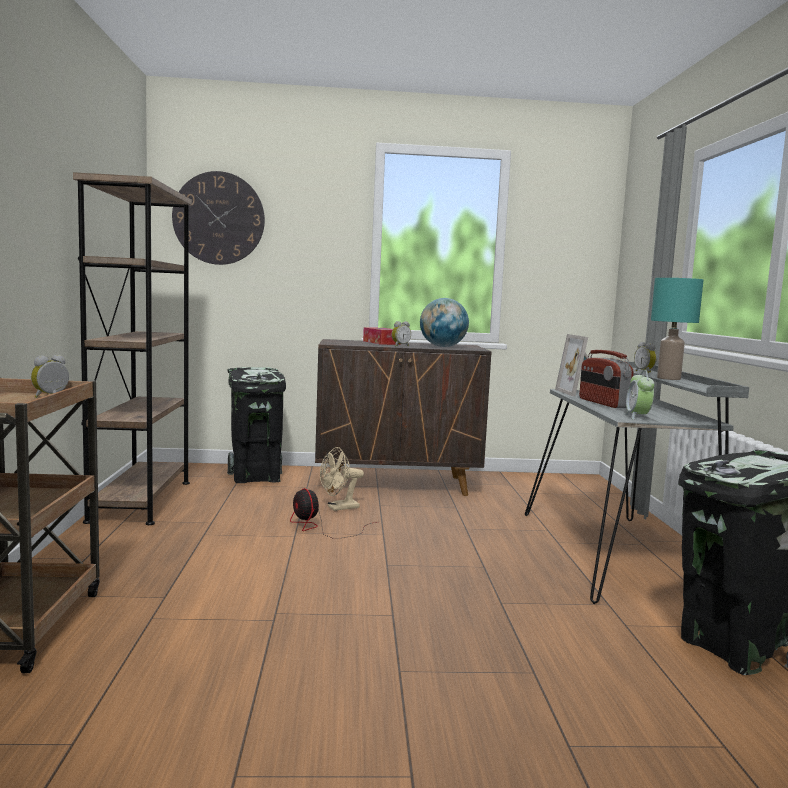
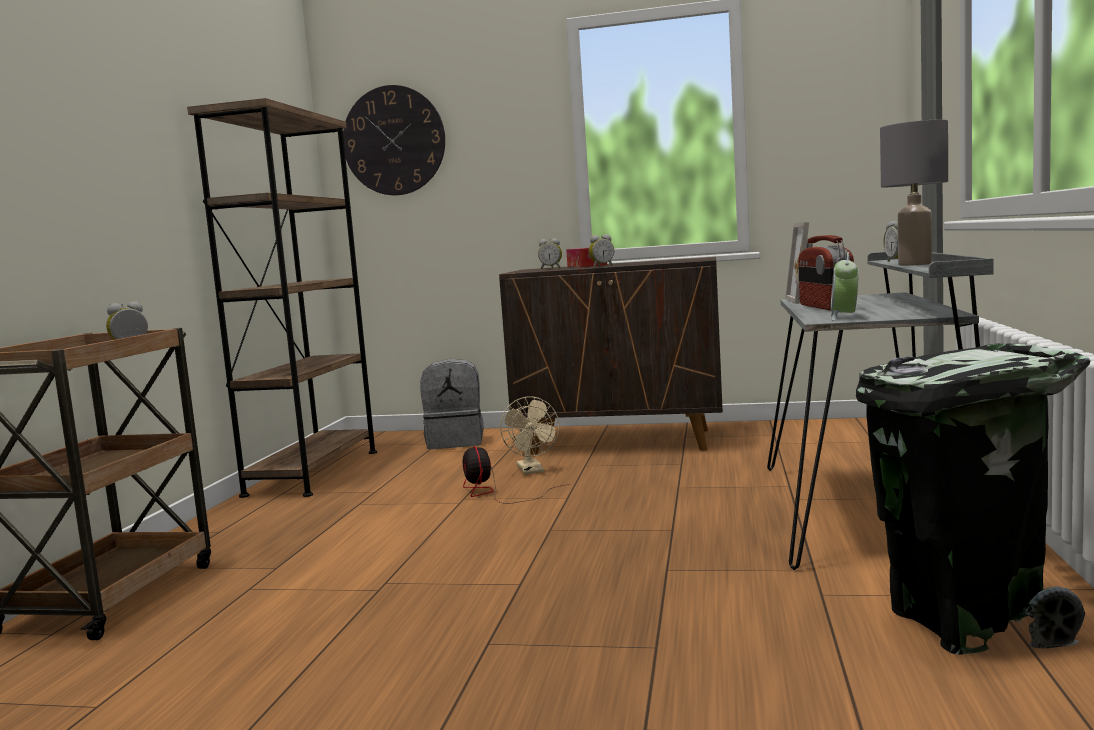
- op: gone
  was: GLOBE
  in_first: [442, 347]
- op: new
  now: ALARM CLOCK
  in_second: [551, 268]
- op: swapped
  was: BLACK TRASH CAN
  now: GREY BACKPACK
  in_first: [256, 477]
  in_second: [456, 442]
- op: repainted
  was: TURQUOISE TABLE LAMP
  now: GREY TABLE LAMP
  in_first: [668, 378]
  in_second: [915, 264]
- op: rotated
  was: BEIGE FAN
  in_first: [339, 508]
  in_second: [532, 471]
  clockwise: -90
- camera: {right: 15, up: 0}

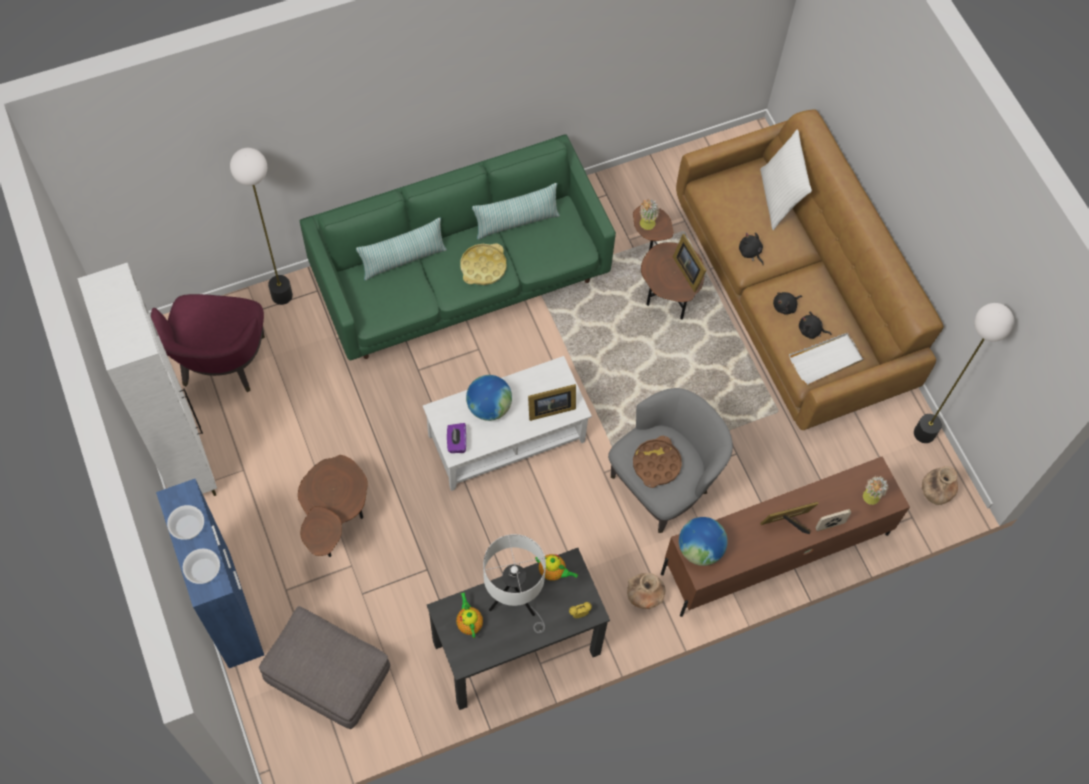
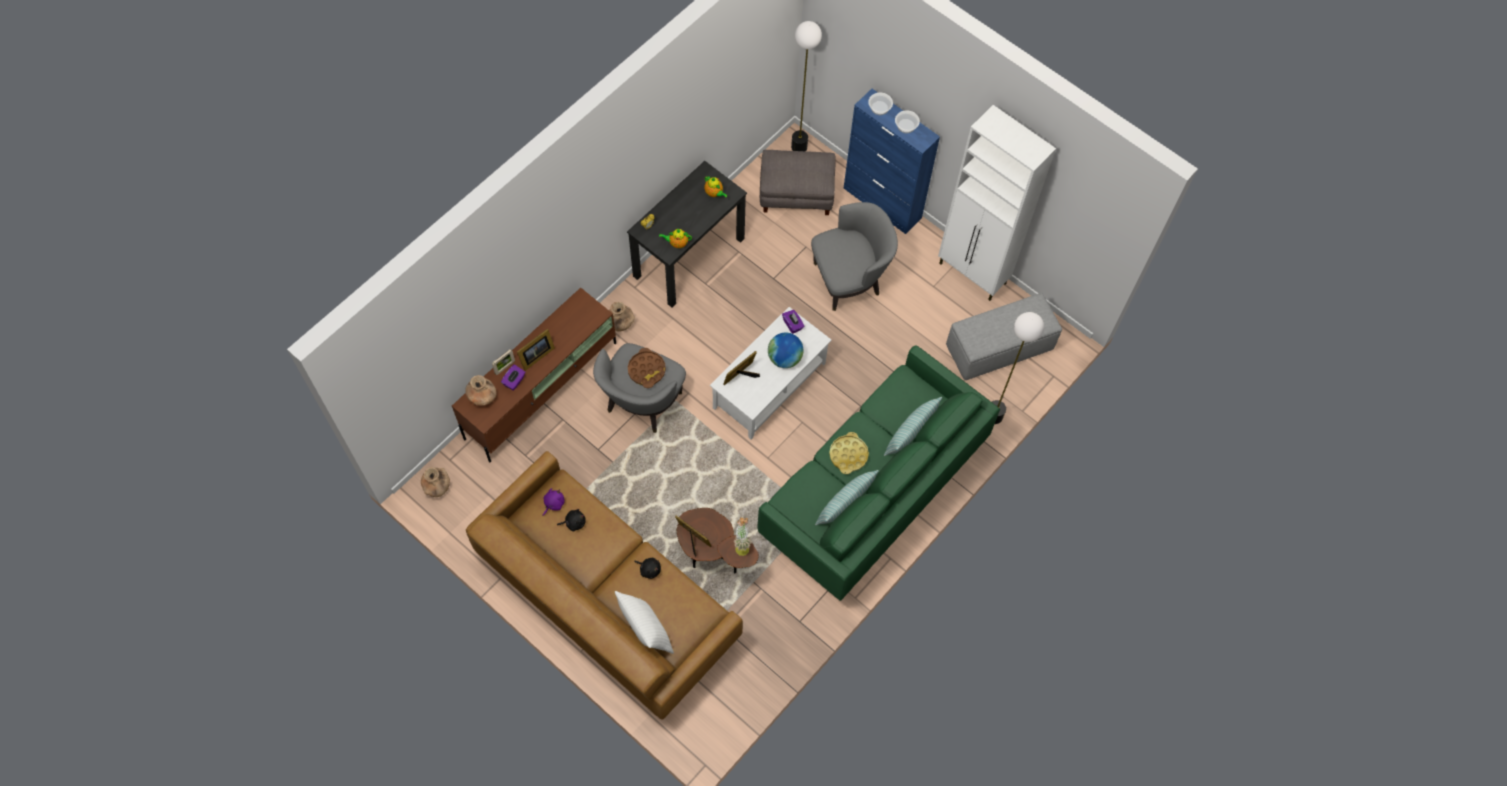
- op: gone
  was: WHITE TABLE LAMP
  in_first: [515, 602]
- op: gone
  was: GLOBE
  in_first: [700, 549]
- op: gone
  was: BLACK PLUSH TOY
  in_first: [785, 306]
- op: new
  now: PURPLE TISSUE BOX
  in_second: [514, 381]
- op: shifted
  was: FLOOR LAMP
  in_first: [924, 433]
  in_second: [798, 147]
- op: swapped
  was: PURPLE ARMCHAIR
  now: GREY OTTOMAN
  in_first: [221, 363]
  in_second: [999, 348]
- op: swapped
  was: BROWN SIDE TABLE
  now: GREY ARMCHAIR
  in_first: [336, 524]
  in_second: [849, 279]
- op: swapped
  was: WHITE TRAY
  now: PURPLE PLUSH TOY
  in_first: [826, 360]
  in_second: [553, 503]
- op: swapped
  was: POTTED PLANT
  now: BROWN VASE
  in_first: [869, 500]
  in_second: [483, 397]
- camera: {right: 155, up: 0}

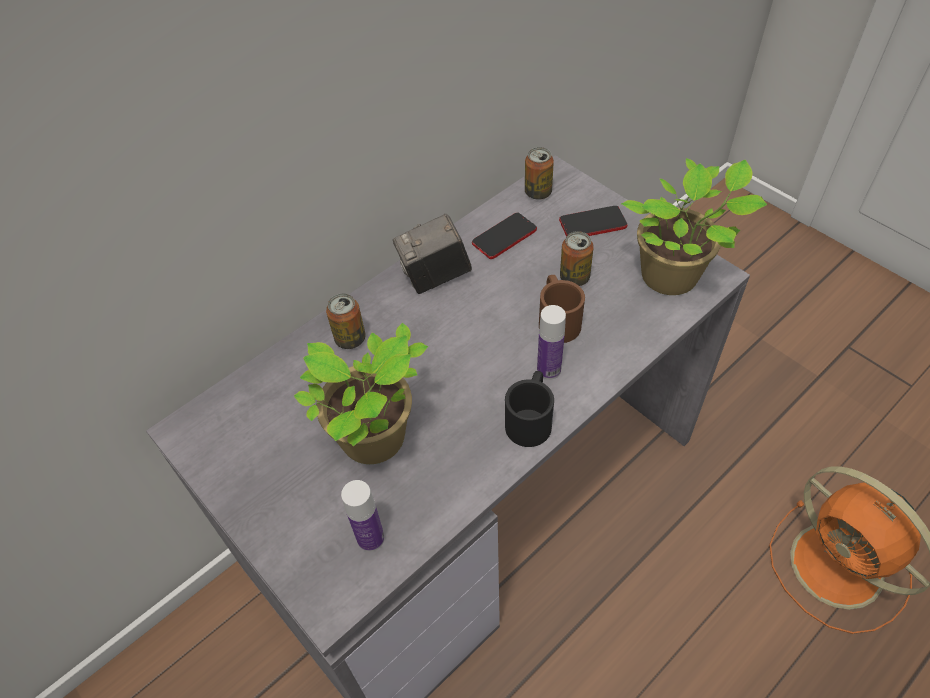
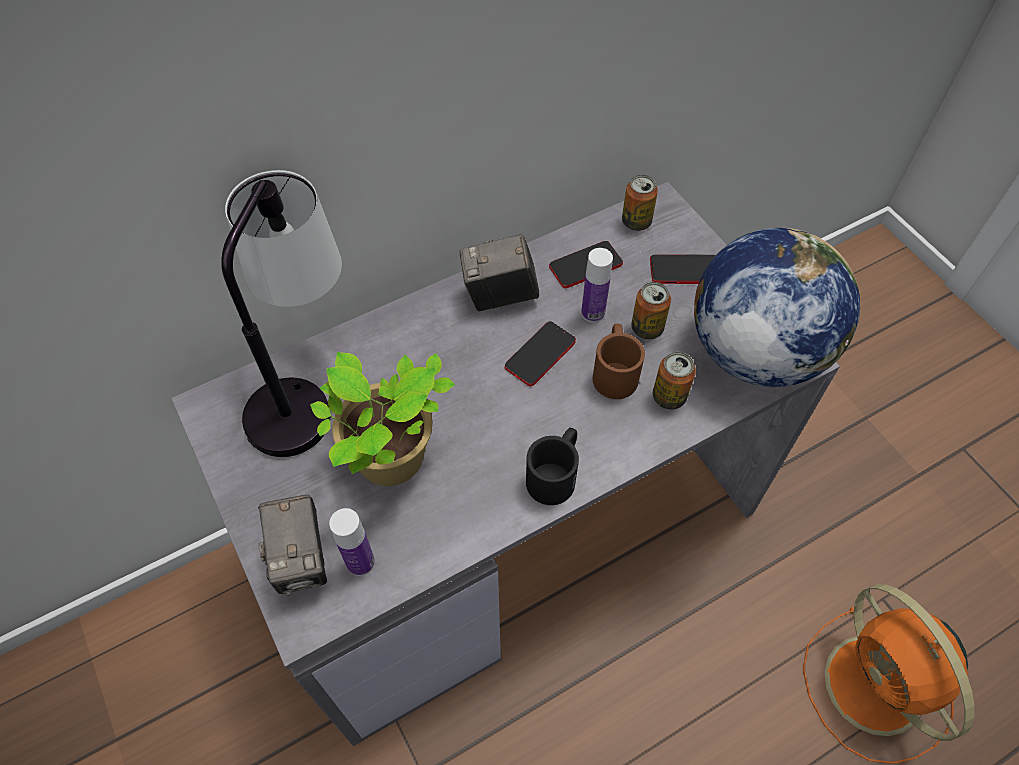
- op: new
  now: TABLE LAMP
  in_second: [303, 385]
- op: new
  now: PHOTO CAMERA
  in_second: [302, 560]
- op: new
  now: PHONE
  in_second: [540, 354]
- op: shifted
  was: CAN
  in_first: [350, 339]
  in_second: [669, 397]
- op: shifted
  was: BOTTLE
  in_first: [549, 369]
  in_second: [593, 313]
- op: swapped
  was: POTTED PLANT
  now: GLOBE
  in_first: [674, 277]
  in_second: [754, 351]
- camera: {right: 10, up: 5}

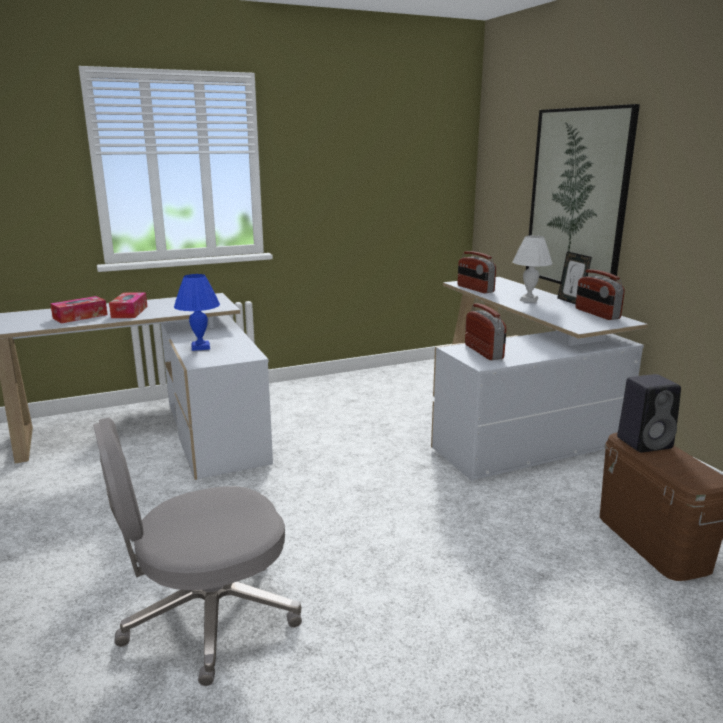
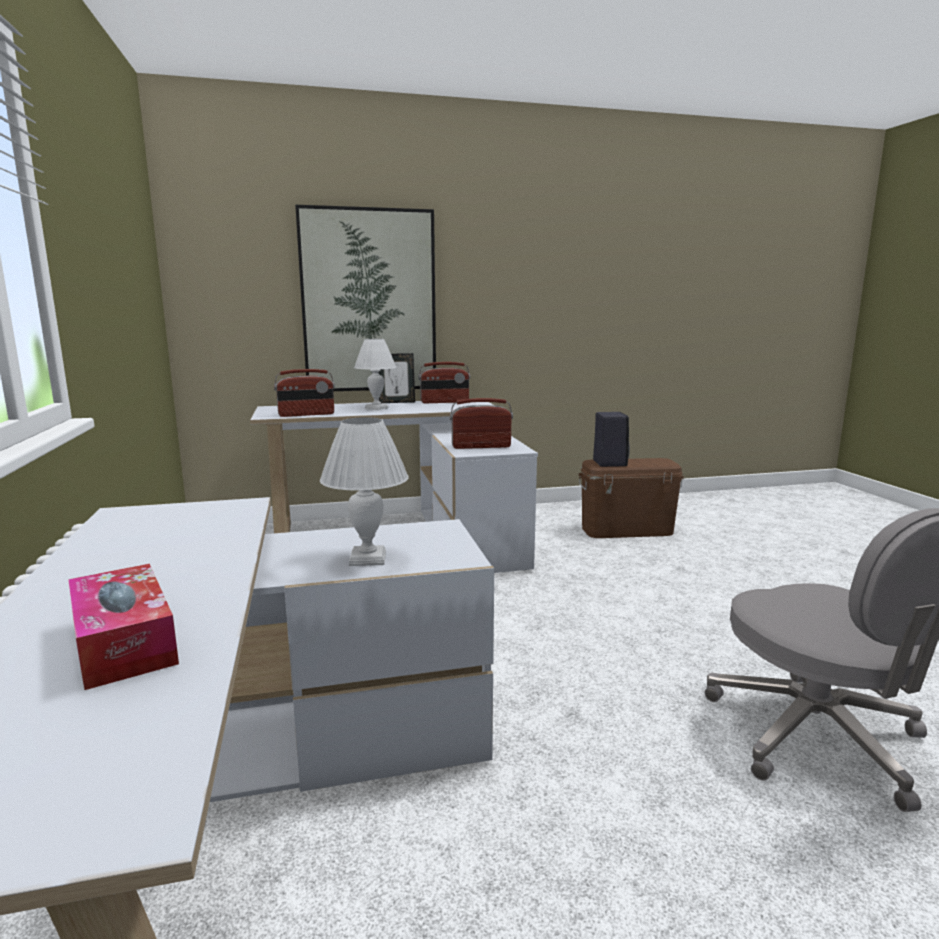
- op: gone
  was: TISSUE BOX
  in_first: [129, 312]
- op: repainted
  was: BLUE TABLE LAMP
  now: WHITE TABLE LAMP
  in_first: [200, 347]
  in_second: [368, 559]
- camera: {right: -80, up: -5}

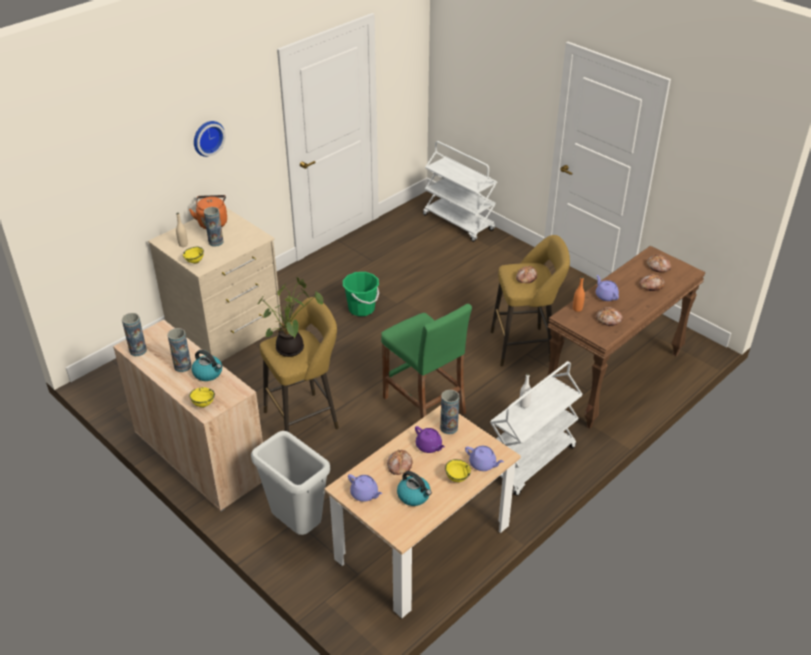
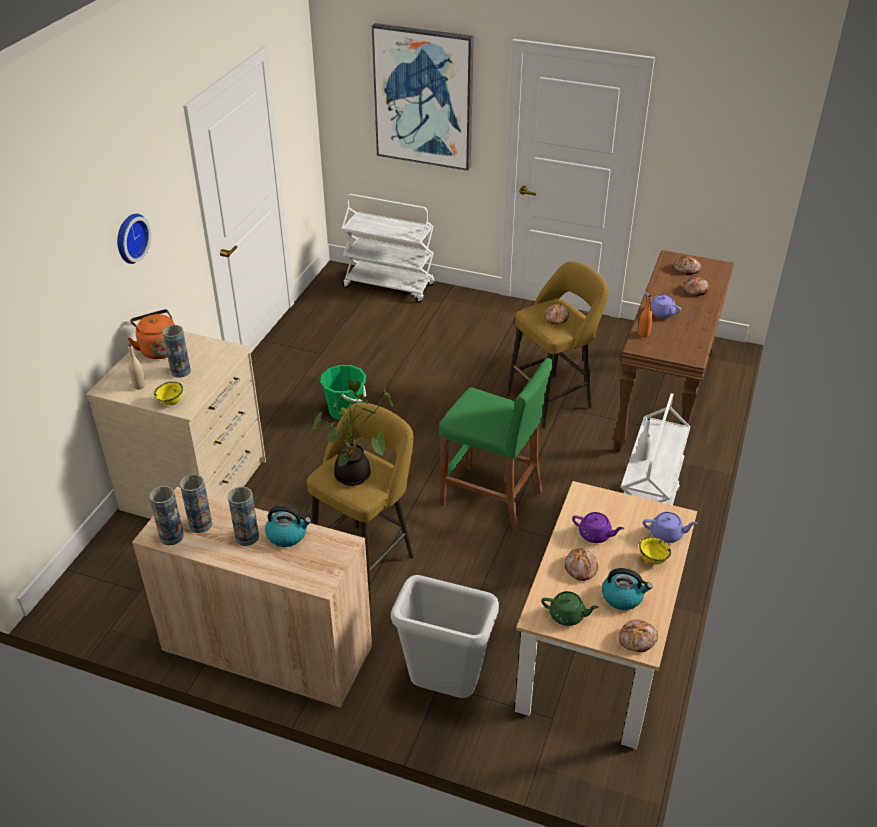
- op: gone
  was: YELLOW BOWL
  in_first: [203, 404]
- op: new
  now: PICTURE
  in_second: [424, 97]
- op: shifted
  was: VASE
  in_first: [449, 428]
  in_second: [200, 524]
- op: shifted
  was: BREAD
  in_first: [609, 320]
  in_second: [638, 640]
- op: repainted
  was: PURPLE TEAPOT
  now: GREEN TEAPOT
  in_first: [365, 494]
  in_second: [567, 615]
- camera: {right: -25, up: 0}

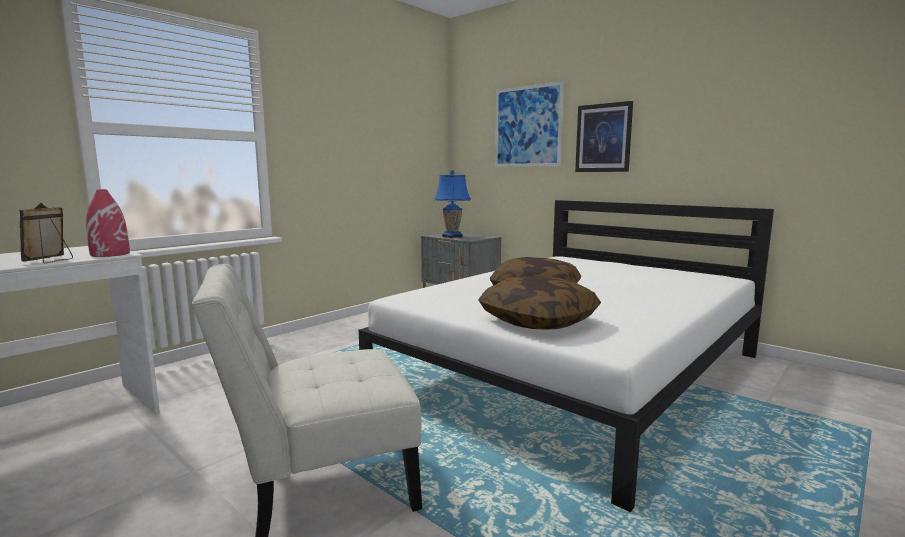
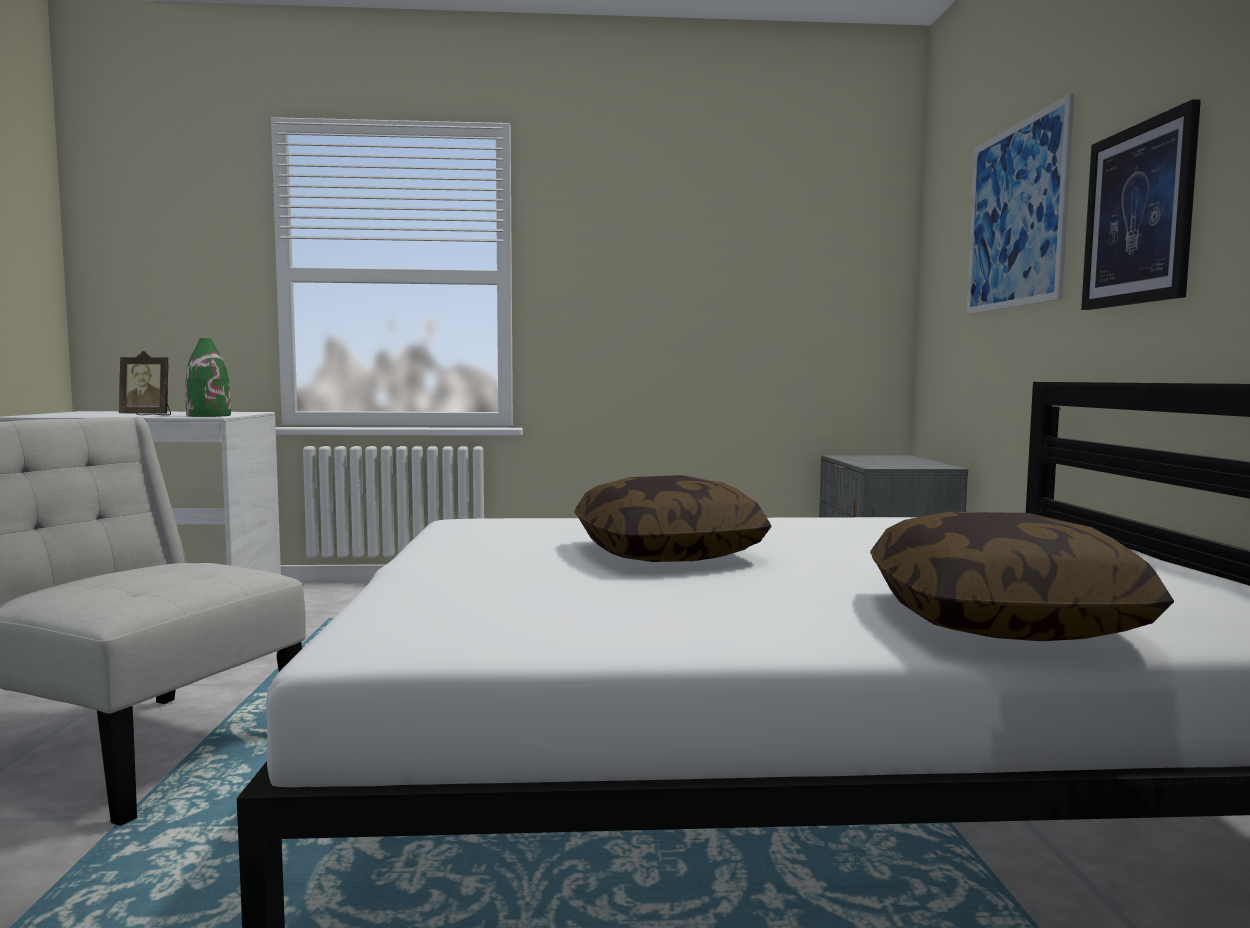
- op: gone
  was: BLUE TABLE LAMP
  in_first: [452, 237]
- op: shifted
  was: PILLOW
  in_first: [538, 321]
  in_second: [1001, 621]
- op: repainted
  was: RED VASE
  now: GREEN VASE
  in_first: [110, 254]
  in_second: [209, 415]
- op: rotated
  was: PICTURE FRAME
  in_first: [50, 260]
  in_second: [148, 415]
  clockwise: -150
- camera: {right: 45, up: -5}

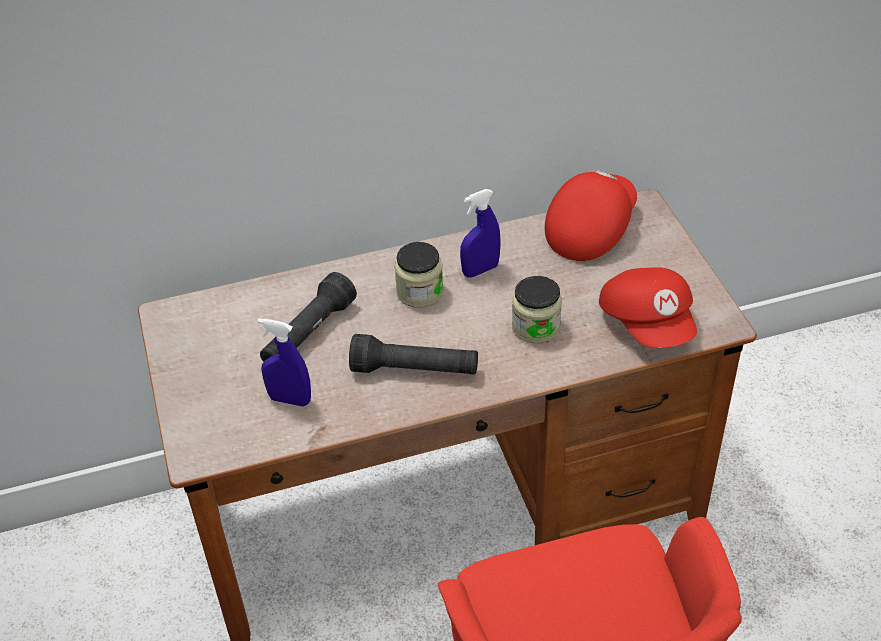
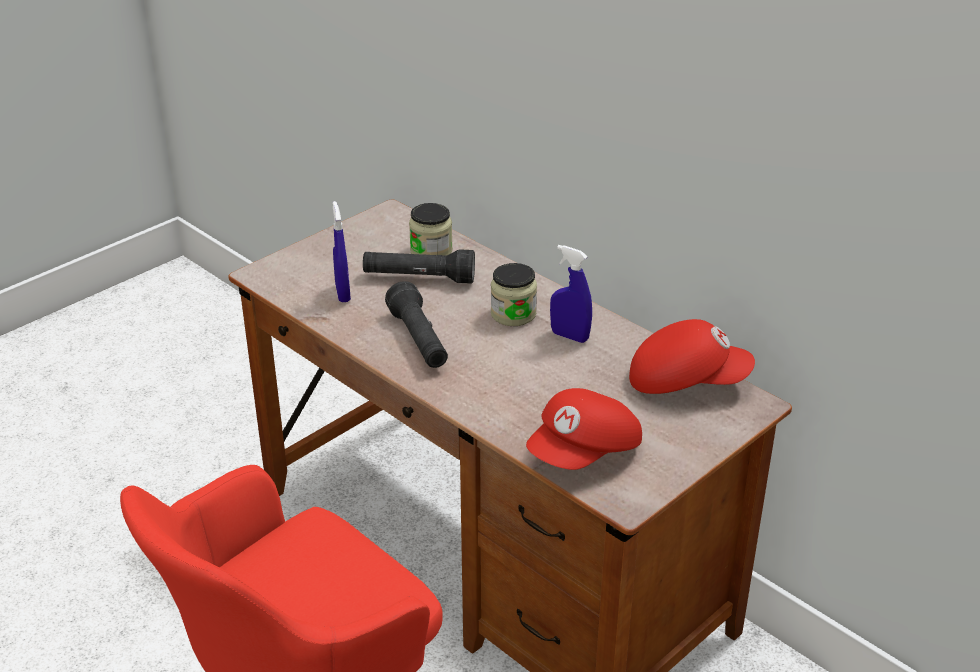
- op: shifted
  was: JAR
  in_first: [536, 327]
  in_second: [431, 251]
- camera: {right: 60, up: -10}

